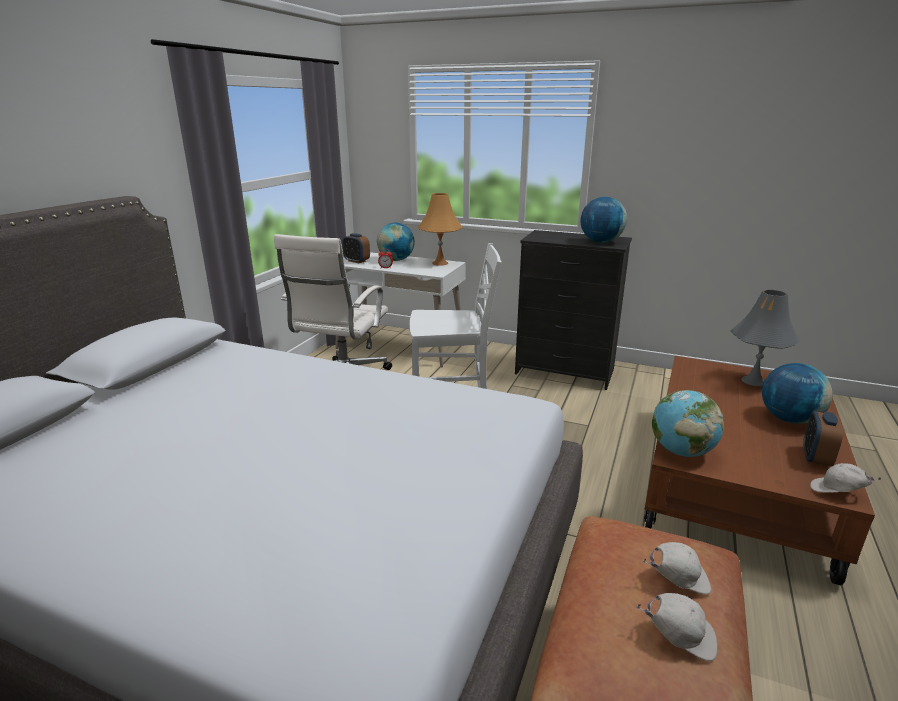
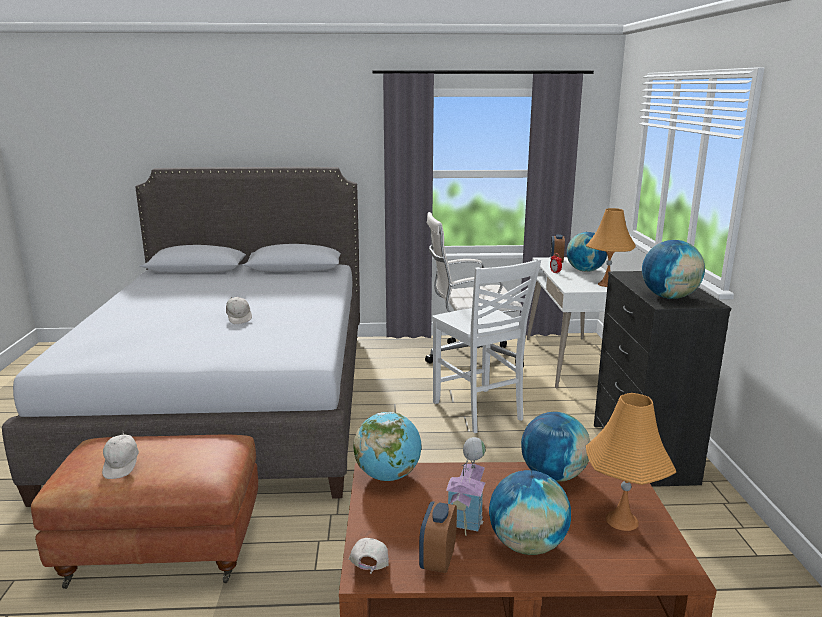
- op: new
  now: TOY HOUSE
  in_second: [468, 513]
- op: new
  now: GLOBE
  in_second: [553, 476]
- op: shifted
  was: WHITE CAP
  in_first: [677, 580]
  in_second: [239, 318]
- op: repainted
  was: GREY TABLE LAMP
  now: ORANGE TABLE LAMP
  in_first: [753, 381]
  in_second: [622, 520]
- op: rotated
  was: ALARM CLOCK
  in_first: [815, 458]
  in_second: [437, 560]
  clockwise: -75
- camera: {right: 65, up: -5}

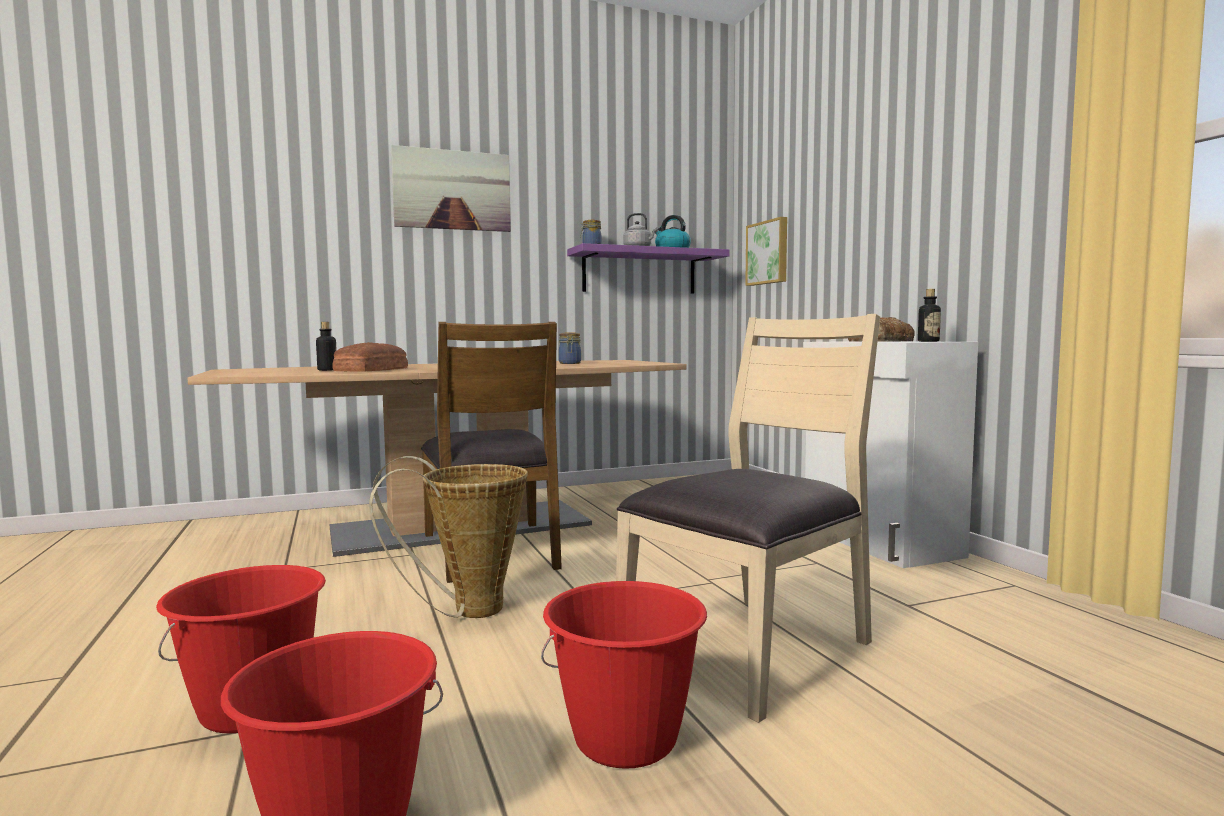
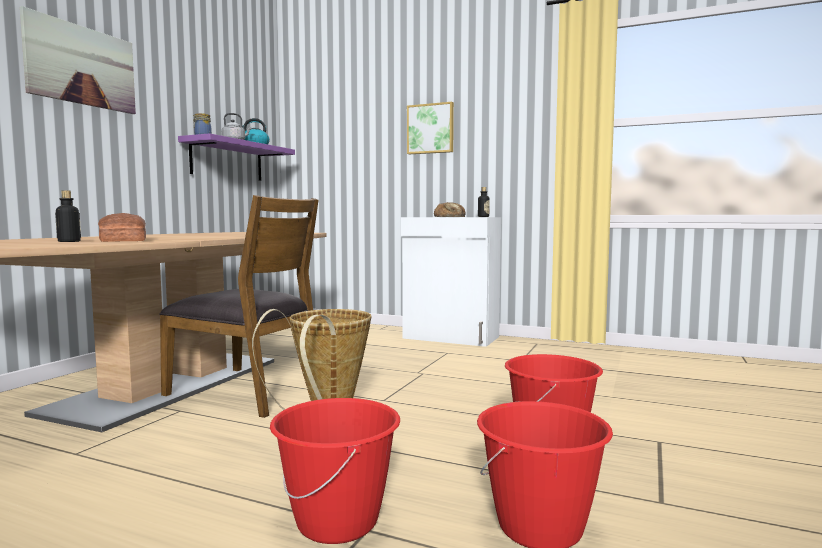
- op: gone
  was: JAR
  in_first: [570, 363]
- op: gone
  was: BEIGE CHAIR
  in_first: [750, 648]
- op: shifted
  was: PICTURE
  in_first: [768, 252]
  in_second: [430, 129]
- camera: {right: -45, up: 0}

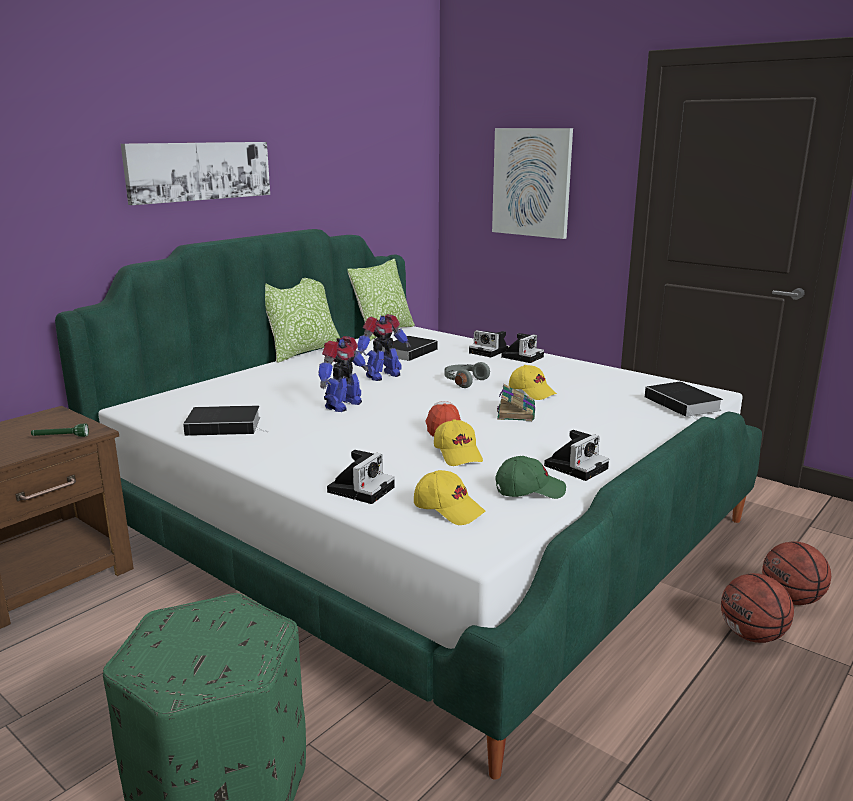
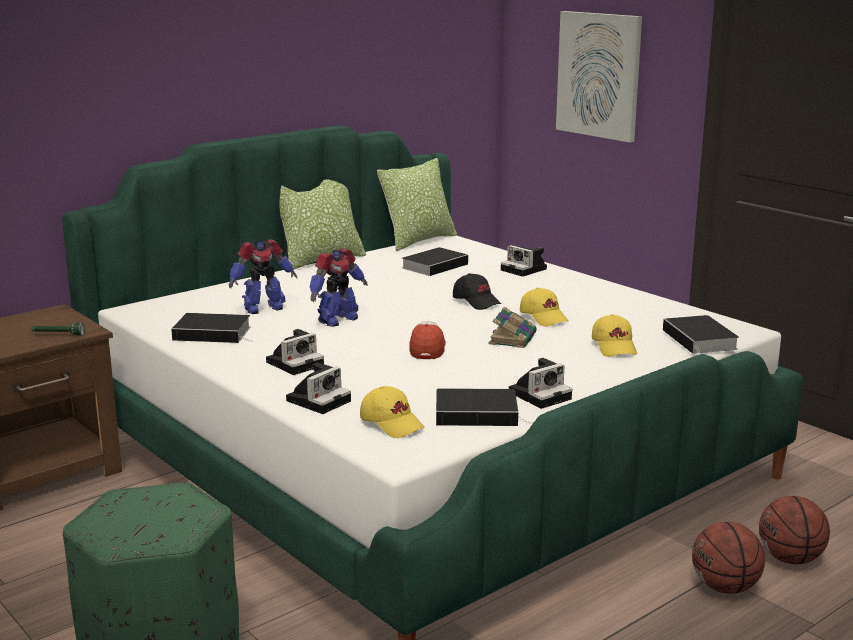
- op: gone
  was: PICTURE
  in_first: [199, 171]
- op: shifted
  was: TOY ROBOT
  in_first: [382, 376]
  in_second: [263, 308]
- op: shifted
  was: YELLOW CAP
  in_first: [458, 454]
  in_second: [614, 347]
- op: shifted
  was: PHOTO CAMERA
  in_first: [522, 356]
  in_second: [296, 363]
- op: swapped
  was: GREY HEADPHONES
  now: BLACK CAP
  in_first: [463, 381]
  in_second: [476, 302]
- op: swapped
  was: GREEN CAP
  now: BOOK
  in_first: [529, 490]
  in_second: [479, 413]
- camera: {right: 10, up: 0}

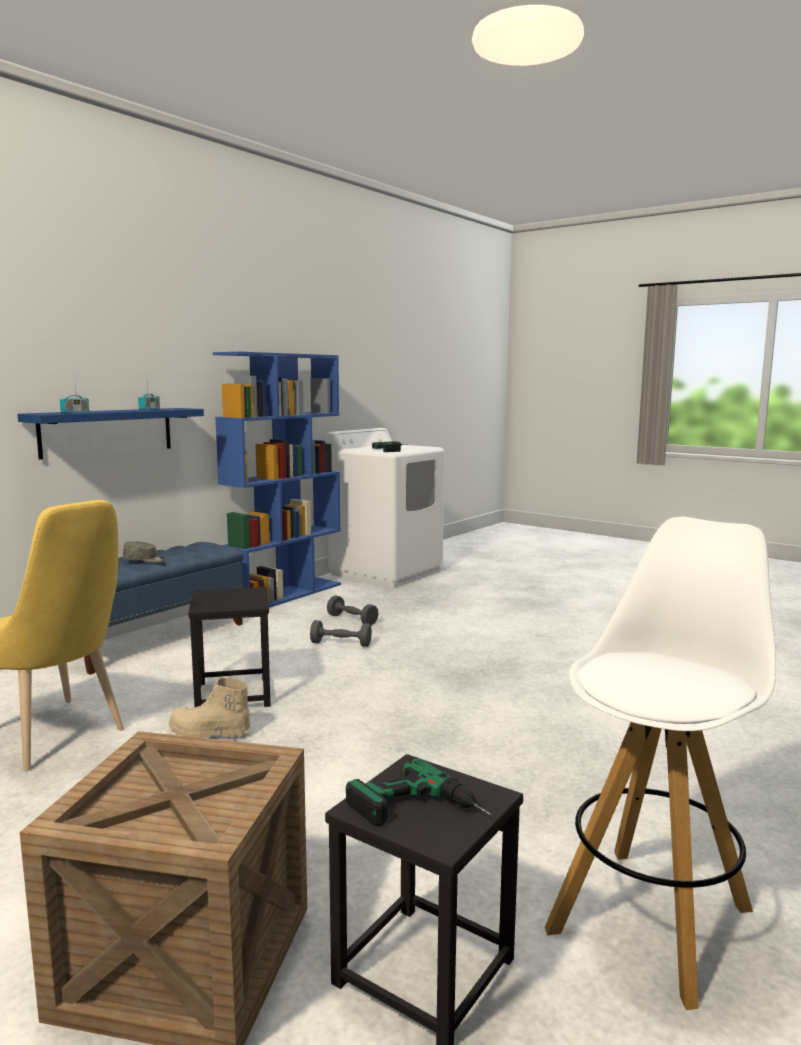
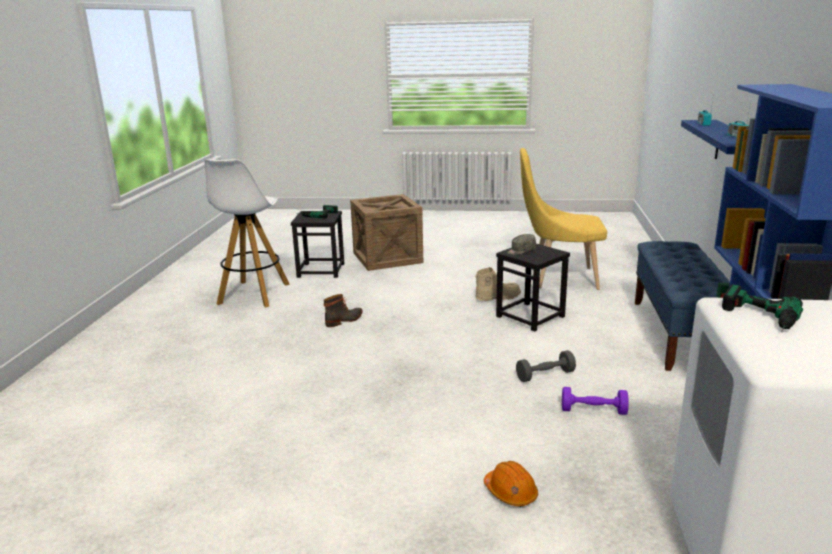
- op: new
  now: BOOT
  in_second: [344, 320]
- op: new
  now: ORANGE HARD HAT
  in_second: [510, 492]
- op: shifted
  was: GREY CAP
  in_first: [143, 560]
  in_second: [521, 251]
- op: repainted
  was: GREY DUMBBELL
  now: PURPLE DUMBBELL
  in_first: [352, 620]
  in_second: [593, 411]
- camera: {right: 150, up: 10}

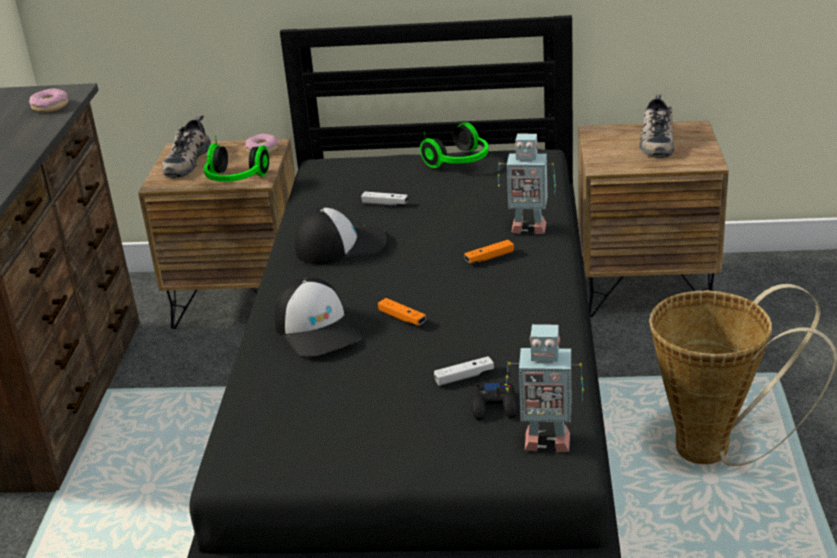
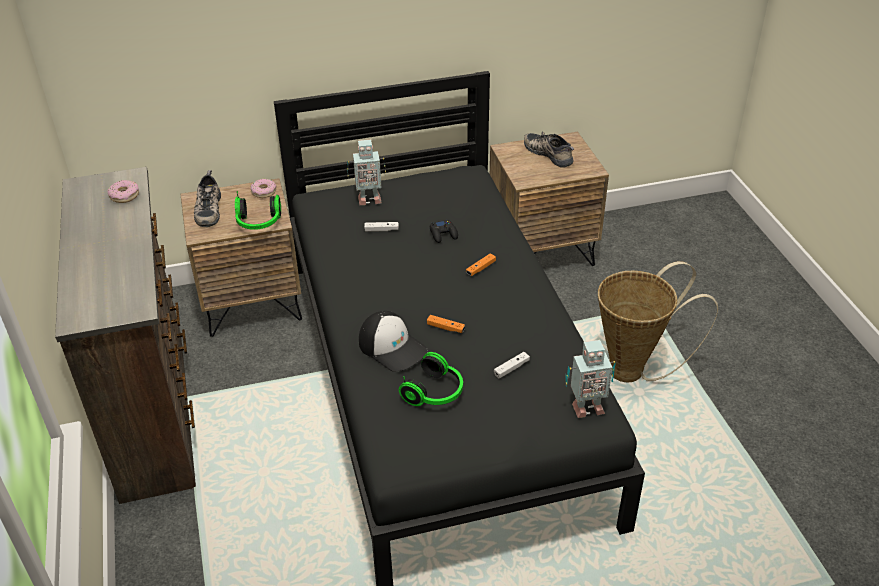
- op: gone
  was: CAP
  in_first: [341, 245]
- op: shifted
  was: HEADPHONES
  in_first: [460, 162]
  in_second: [435, 393]
- op: shifted
  was: BLACK GAME CONTROLLER
  in_first: [494, 406]
  in_second: [443, 234]
- op: shifted
  was: TOY ROBOT
  in_first: [527, 227]
  in_second: [368, 199]
- op: rotated
  was: SHOE
  in_first: [655, 140]
  in_second: [549, 153]
  clockwise: 150
- camera: {right: -20, up: 10}

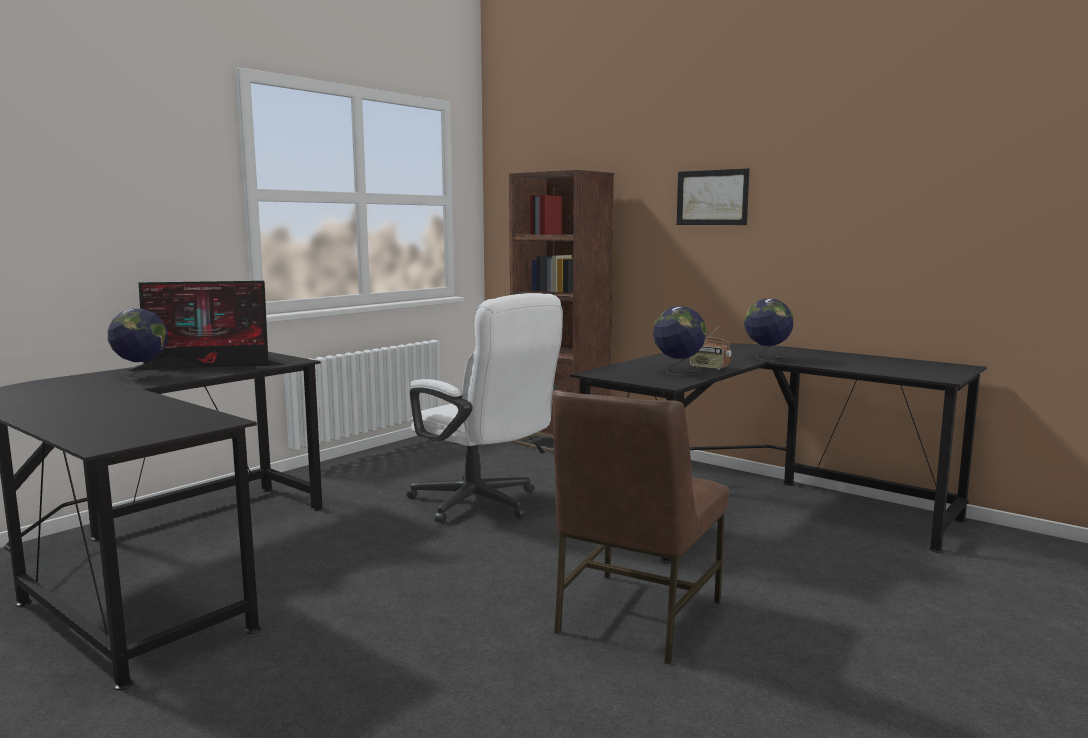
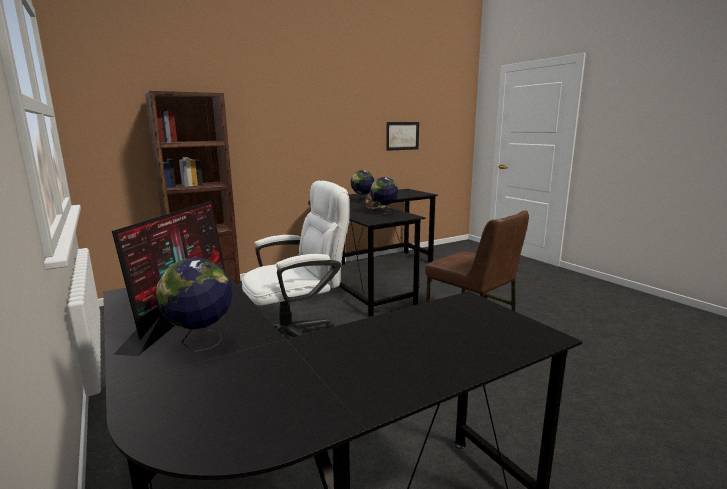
- op: shifted
  was: PICTURE
  in_first: [712, 197]
  in_second: [402, 136]
- camera: {right: -70, up: 5}

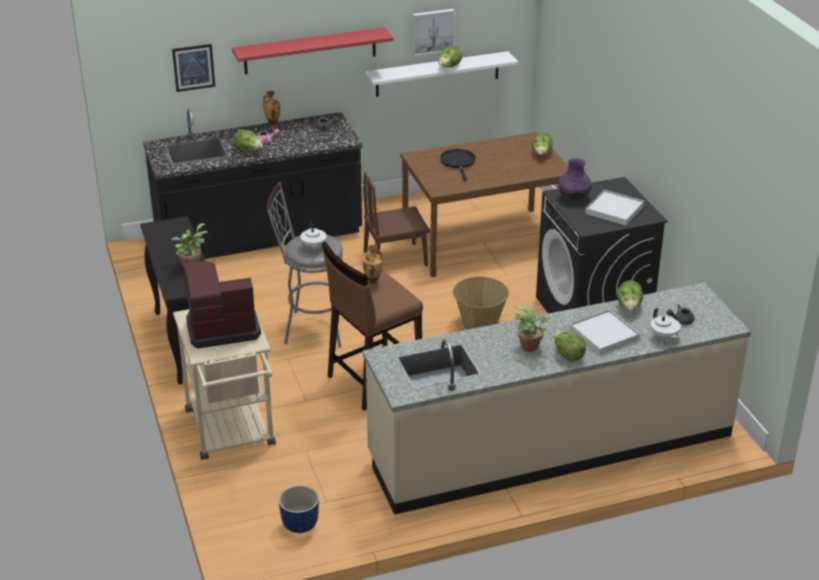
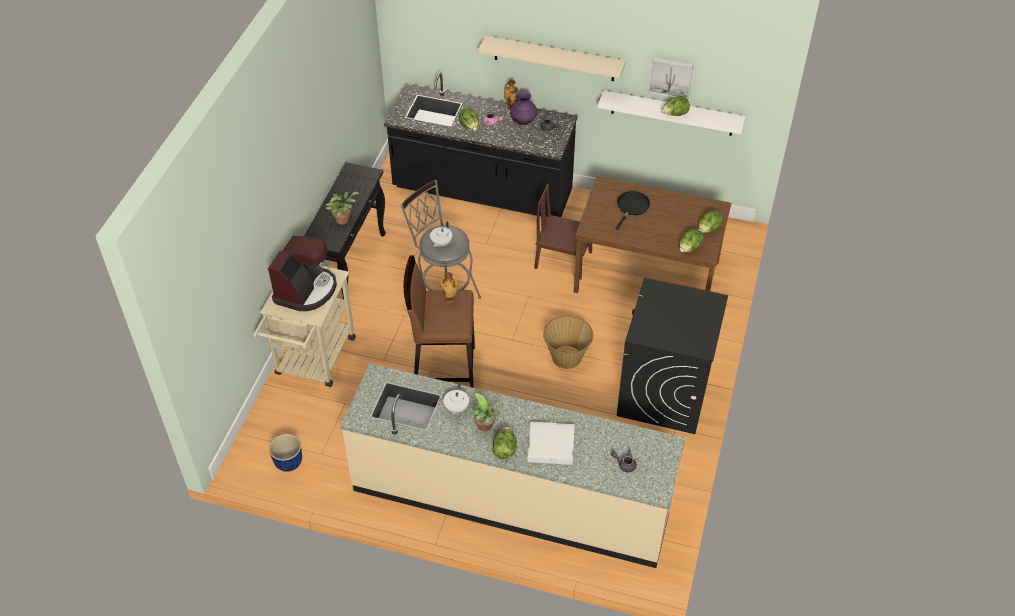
- op: gone
  was: PICTURE
  in_first: [193, 67]
- op: gone
  was: WHITE TRAY
  in_first: [614, 210]
- op: shifted
  was: PURPLE VASE
  in_first: [573, 198]
  in_second: [523, 121]
- op: shifted
  was: LETTUCE
  in_first: [629, 307]
  in_second: [689, 248]
- op: shifted
  was: WHITE TEAPOT
  in_first: [664, 338]
  in_second: [456, 408]
- op: repainted
  was: RED SHELF
  now: BEIGE SHELF
  in_first: [310, 51]
  in_second: [554, 58]
- op: rotated
  was: COFFEE MACHINE
  in_first: [221, 328]
  in_second: [306, 290]
  clockwise: 90
- camera: {right: 35, up: 15}

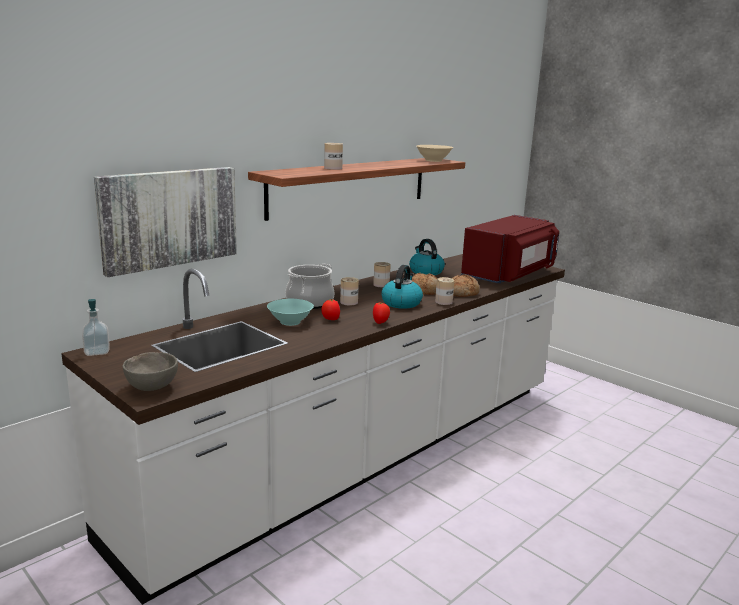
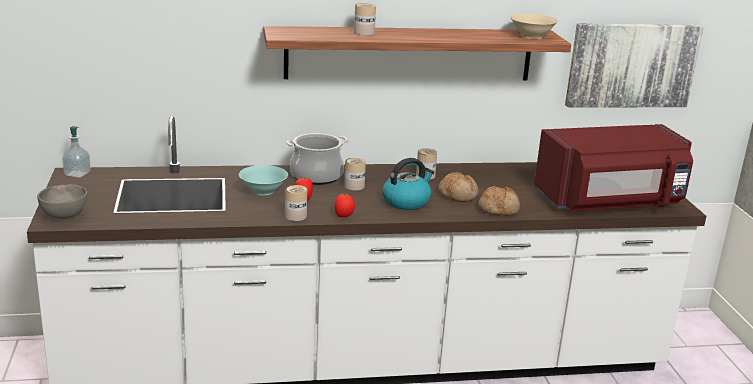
- op: gone
  was: KETTLE
  in_first: [425, 271]
- op: shifted
  was: PICTURE
  in_first: [169, 218]
  in_second: [631, 65]
- op: shifted
  was: CAN
  in_first: [443, 302]
  in_second: [295, 216]
- camera: {right: 35, up: 5}

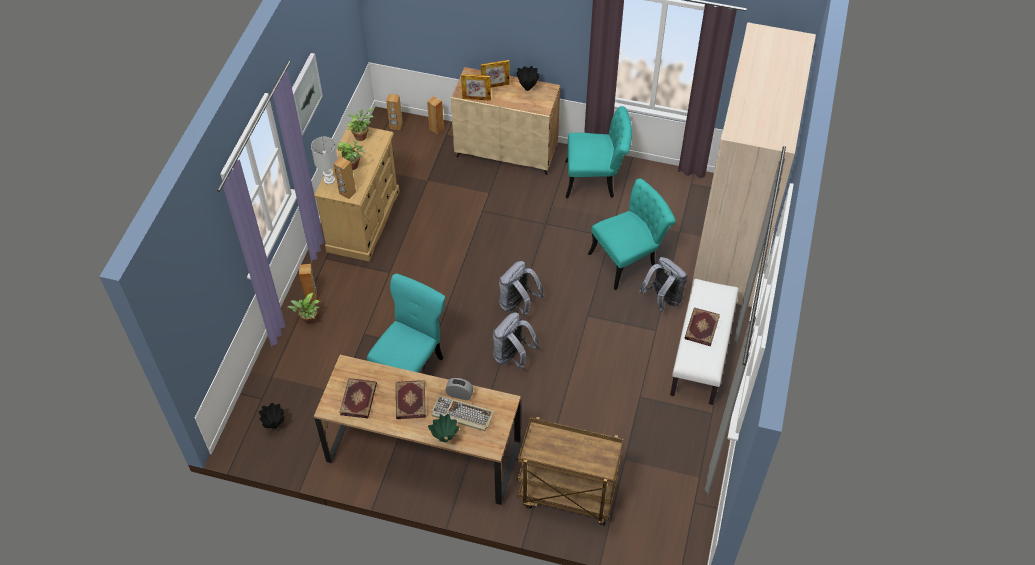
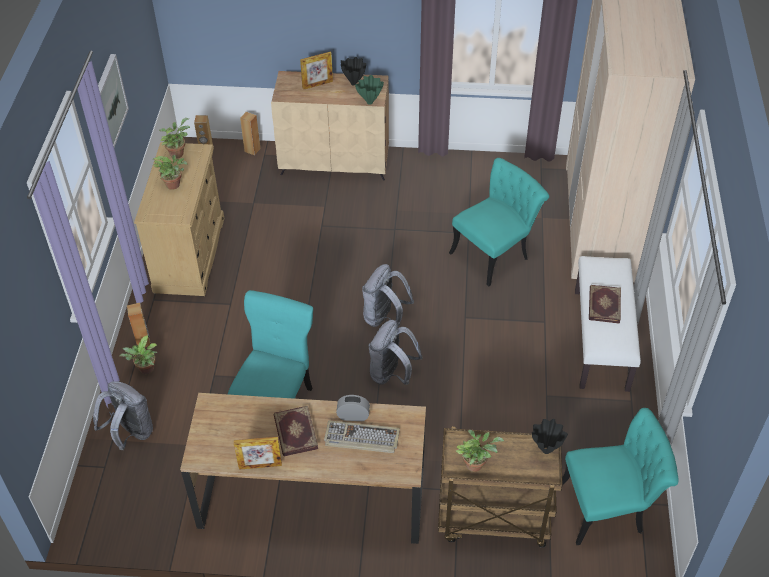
- op: gone
  was: WHITE TABLE LAMP
  in_first: [329, 179]
- op: gone
  was: BROWN SPEAKER
  in_first: [347, 193]
- op: gone
  was: BOOK
  in_first: [359, 399]
- op: new
  now: POTTED PLANT
  in_second: [476, 463]
- op: shifted
  was: BLACK VASE
  in_first: [275, 425]
  in_second: [546, 450]
- op: shifted
  was: GREEN VASE
  in_first: [445, 439]
  in_second: [370, 102]
- op: shifted
  was: PICTURE FRAME
  in_first: [476, 98]
  in_second: [260, 466]
- op: shifted
  was: TURQUOISE CHAIR
  in_first: [596, 180]
  in_second: [609, 507]
- op: shifted
  was: GREY BACKPACK
  in_first: [662, 299]
  in_second: [130, 433]
- camera: {right: -10, up: -5}

